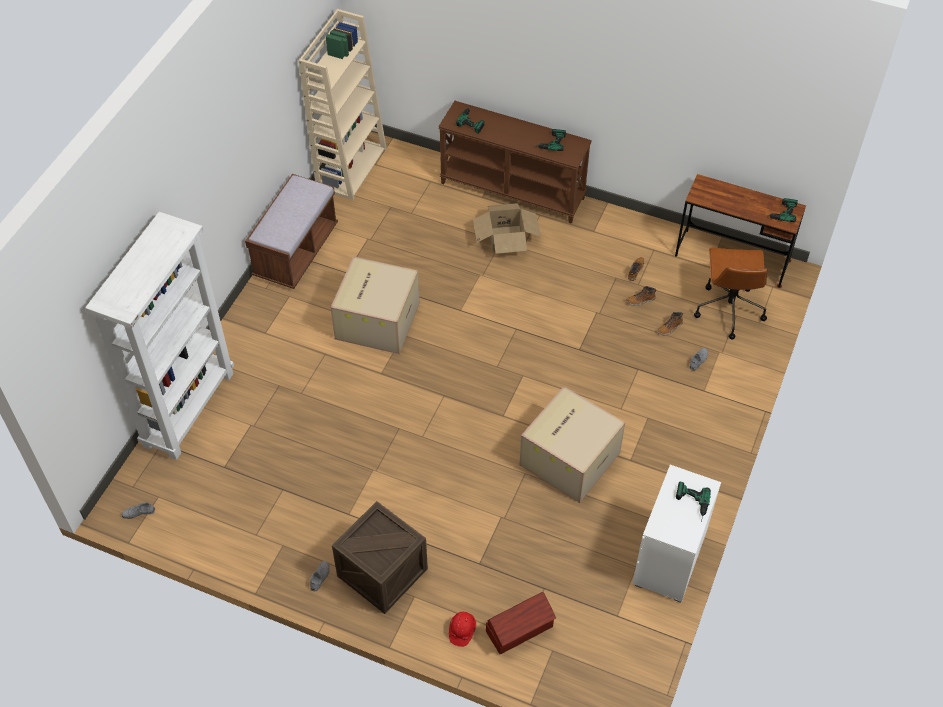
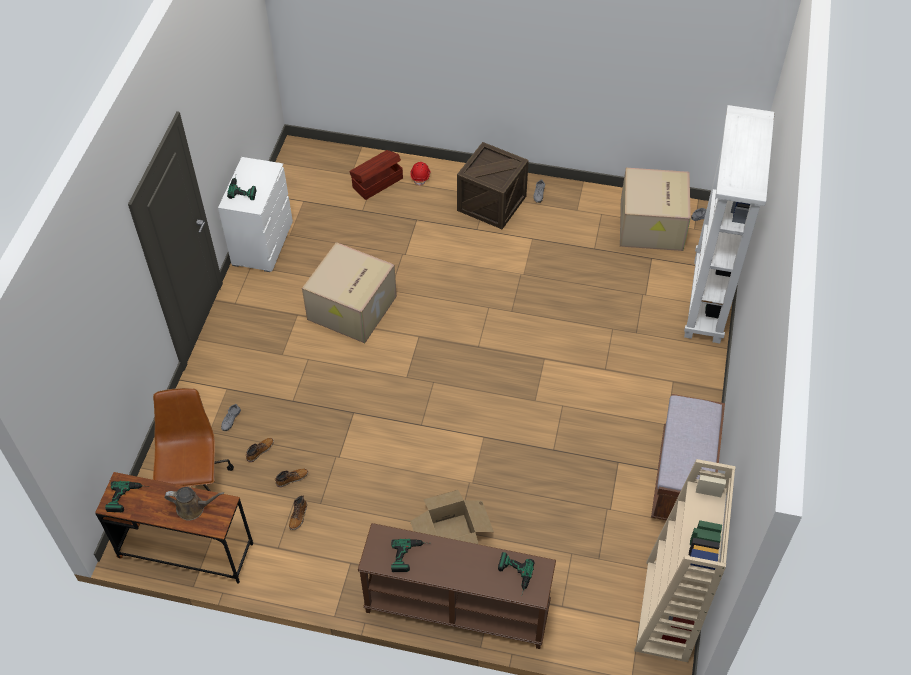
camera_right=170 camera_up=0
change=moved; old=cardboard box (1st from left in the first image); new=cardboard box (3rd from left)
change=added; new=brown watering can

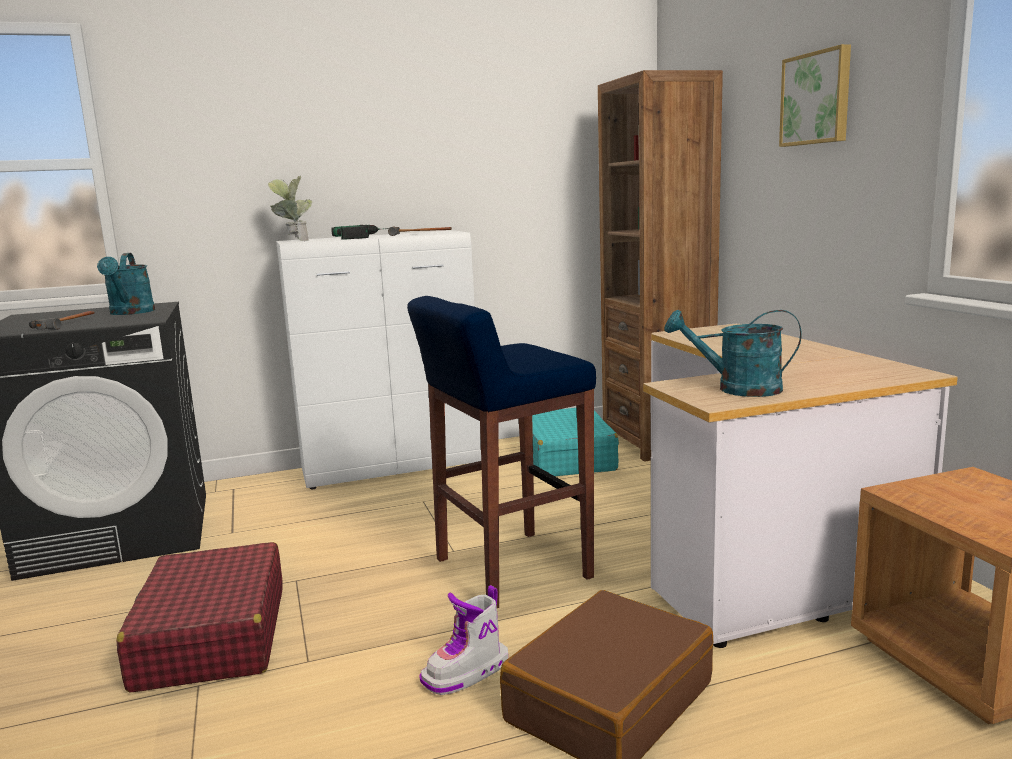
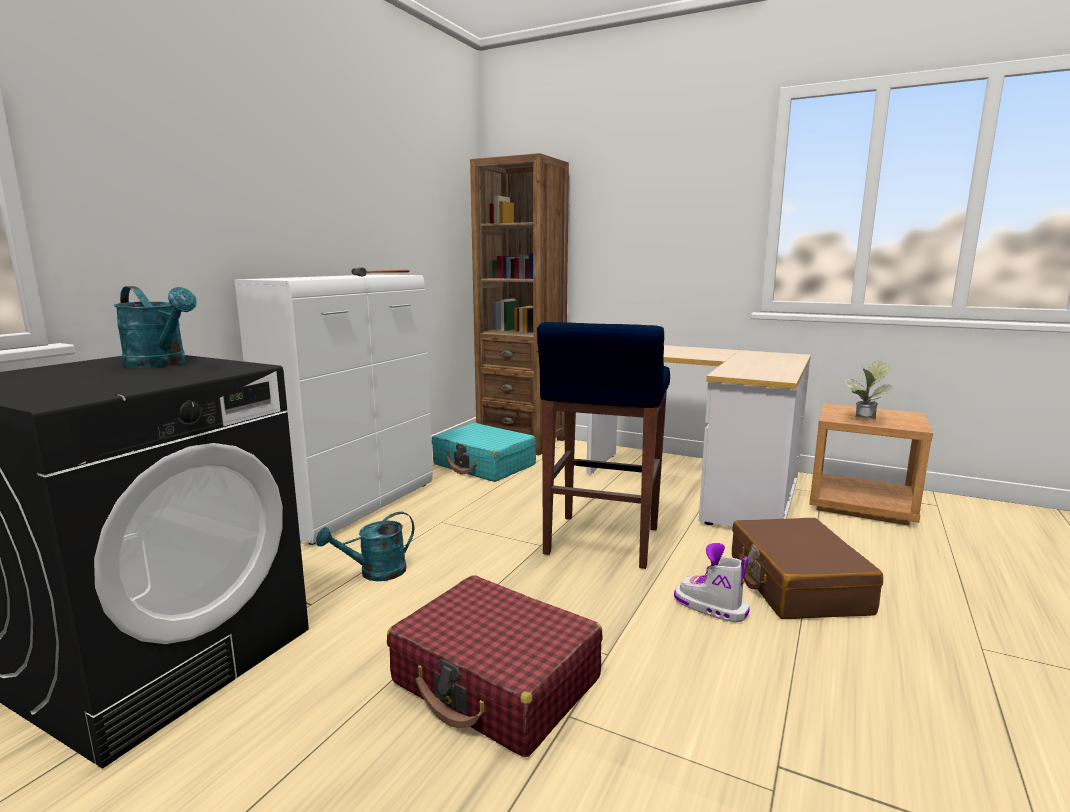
camera_right=-45 camera_up=0
change=removed; old=picture
change=moved; old=potted plant
change=removed; old=power drill
change=moved; old=turquoise watering can (2nd from left)
change=removed; old=hammer (1st from left)
change=turned; old=boot; degrees=120

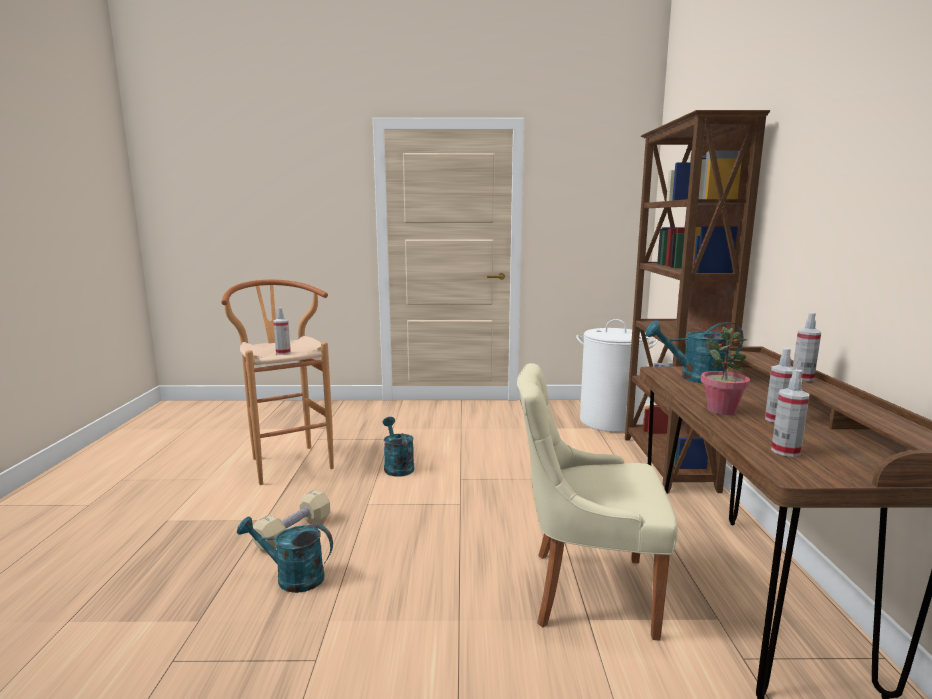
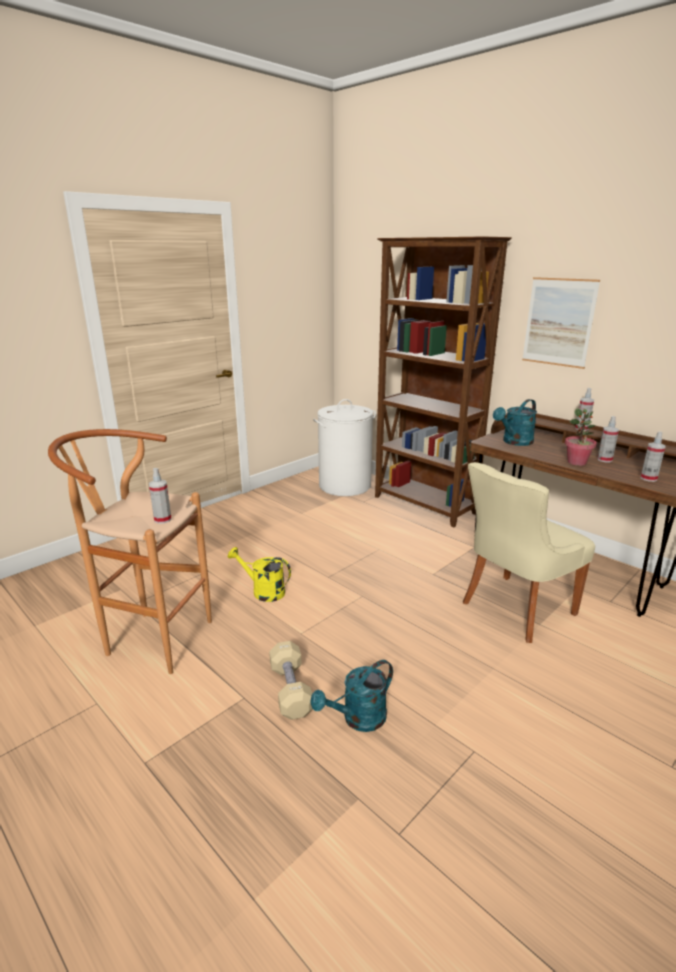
camera_right=-45 camera_up=10
change=recoloured; old=turquoise watering can (2nd from left); new=yellow watering can
change=added; new=picture

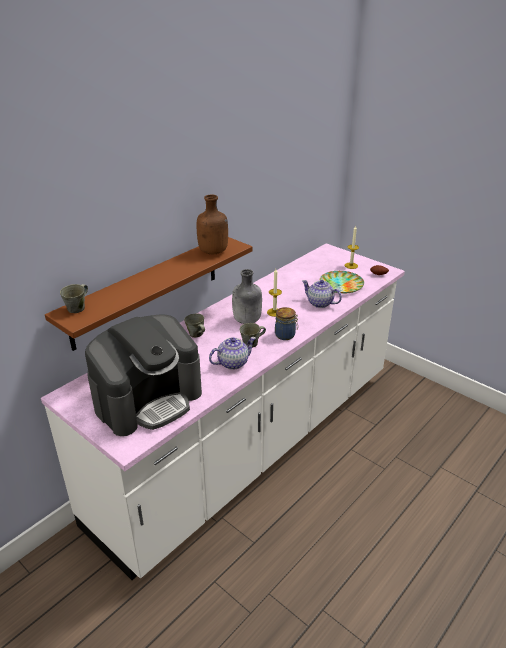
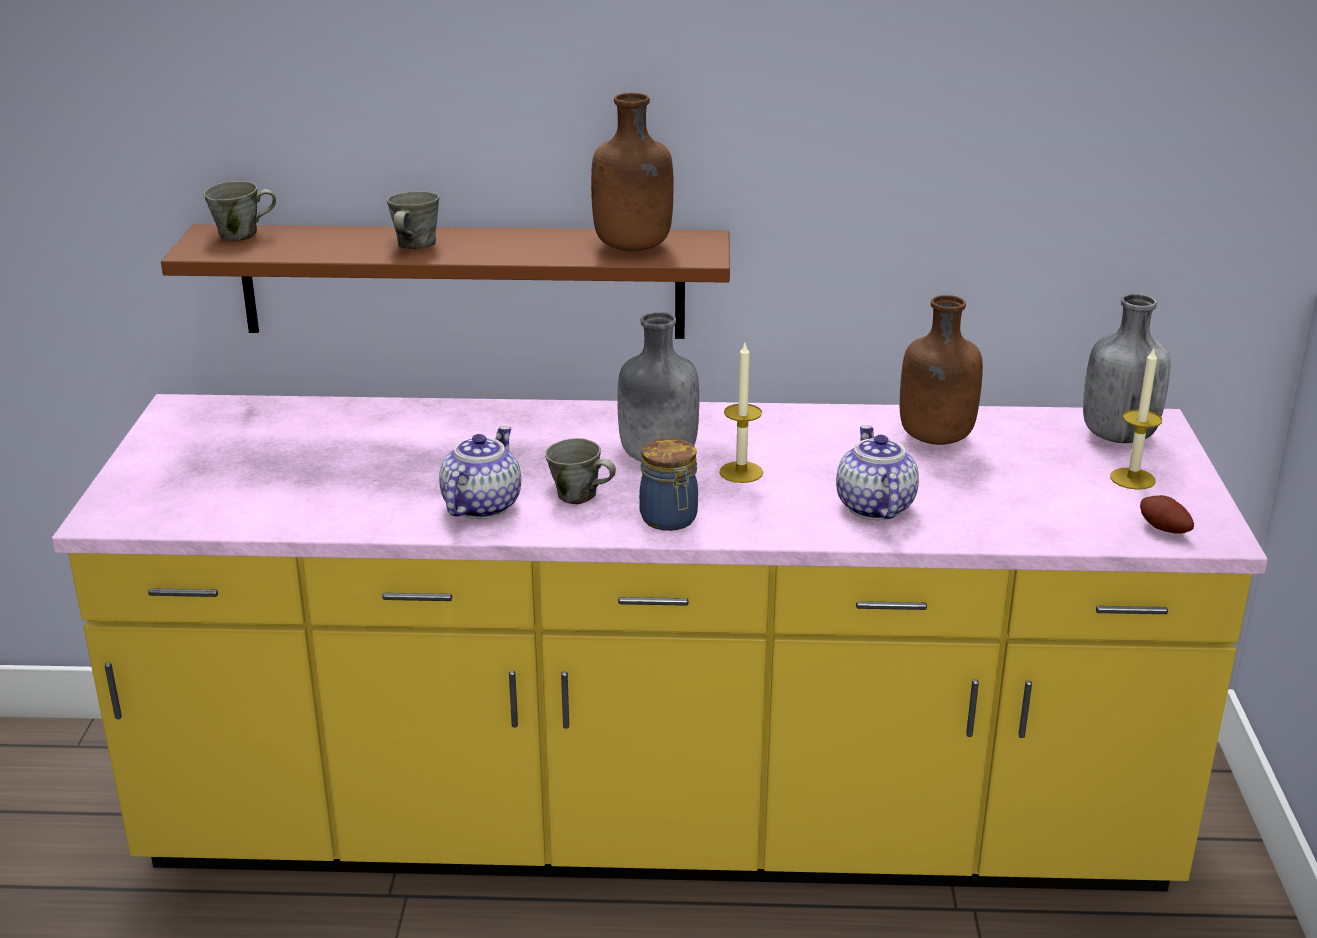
camera_right=50 camera_up=-5
change=recoloured; old=white counter; new=yellow counter
change=removed; old=plate
change=moved; old=grey mug (2nd from left)
change=removed; old=coffee machine
change=turned; old=teapot (1st from left); degrees=-90
change=added; new=grey bottle (2nd from left)
change=added; new=brown bottle (2nd from left)

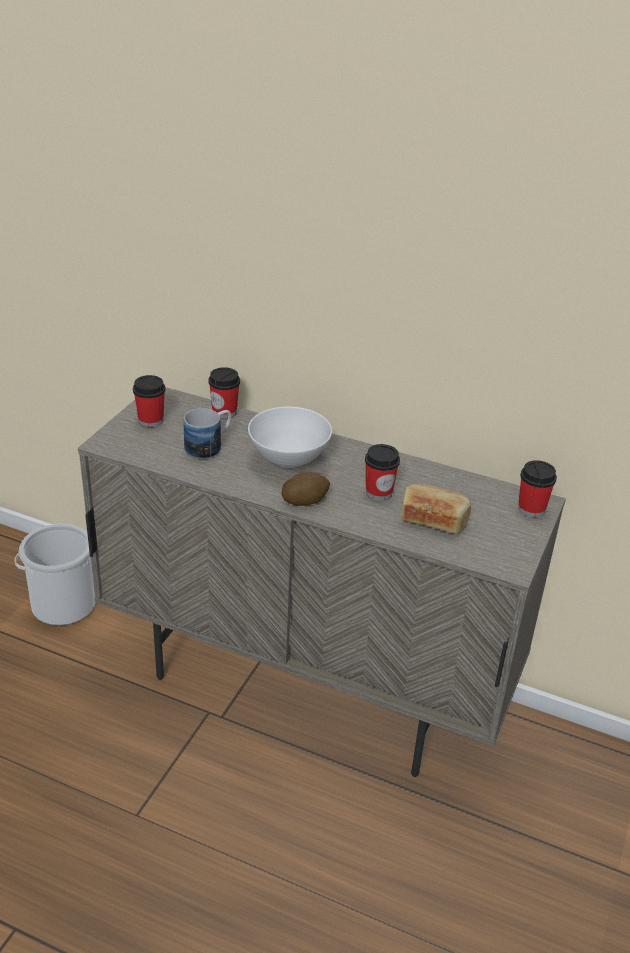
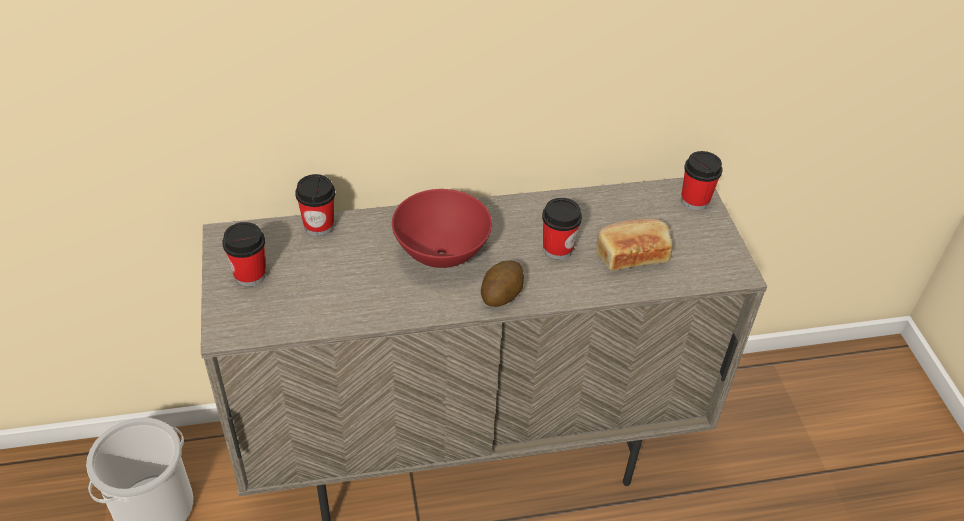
camera_right=-35 camera_up=10
change=recoloured; old=white bowl; new=red bowl
change=removed; old=mug

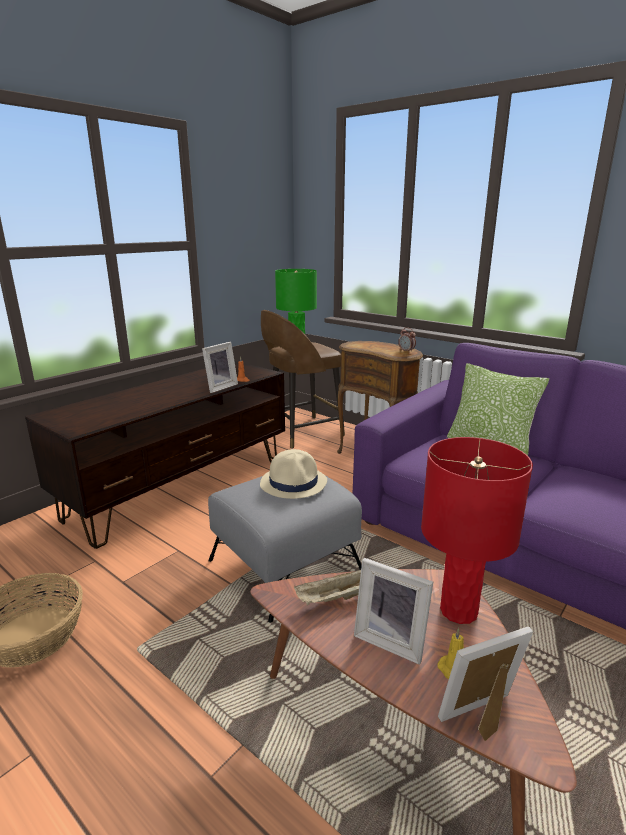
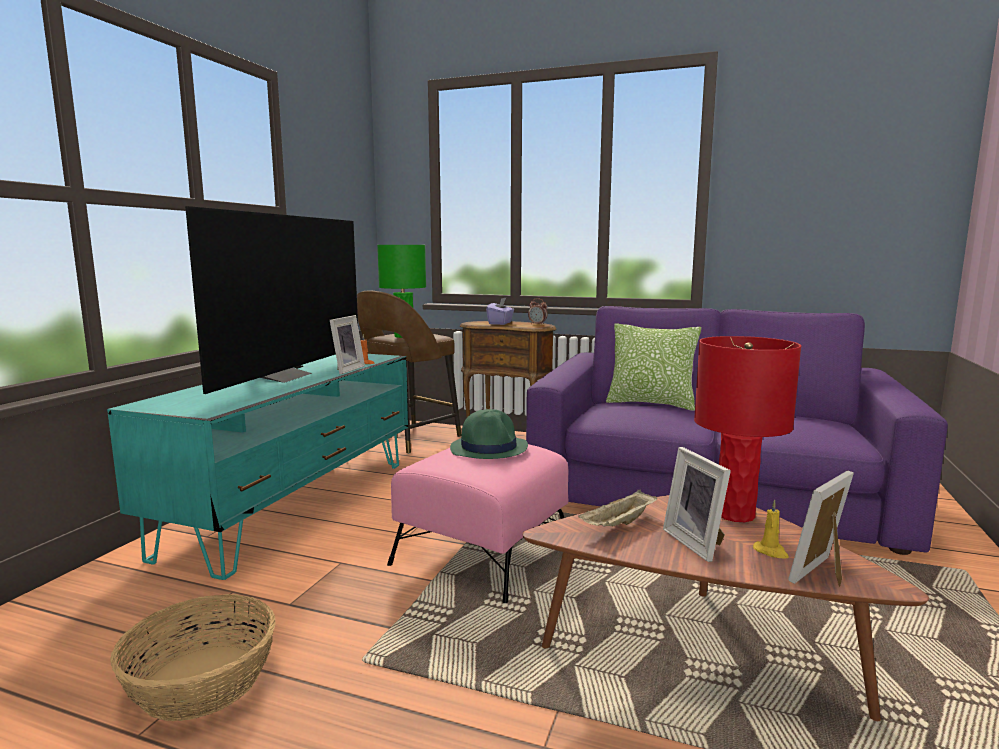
camera_right=-20 camera_up=-10
change=recoloured; old=brown tv stand; new=turquoise tv stand
change=recoloured; old=beige hat; new=green hat
change=recoloured; old=grey ottoman; new=pink ottoman
change=turned; old=picture frame (2nd from left); degrees=60
change=added; new=television
change=added; new=purple tissue box

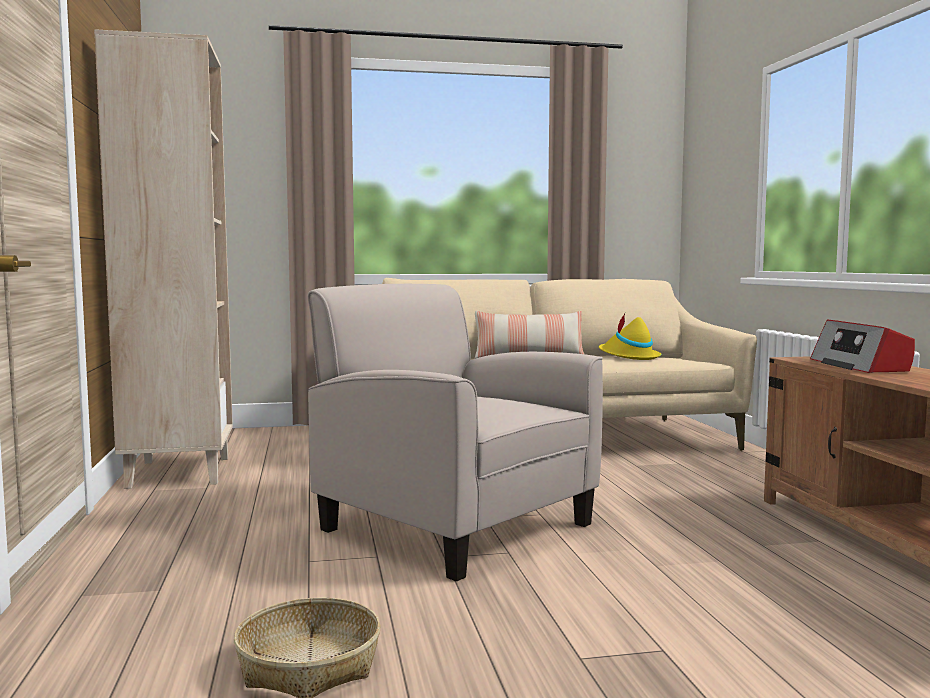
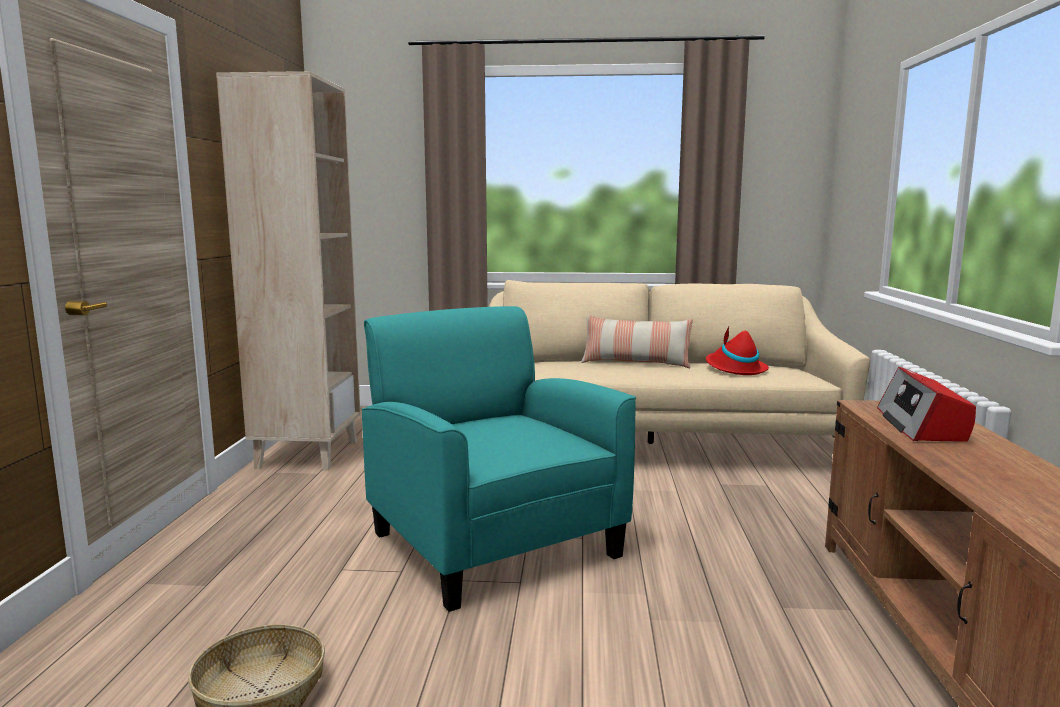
camera_right=15 camera_up=5
change=recoloured; old=beige armchair; new=turquoise armchair
change=recoloured; old=yellow hat; new=red hat

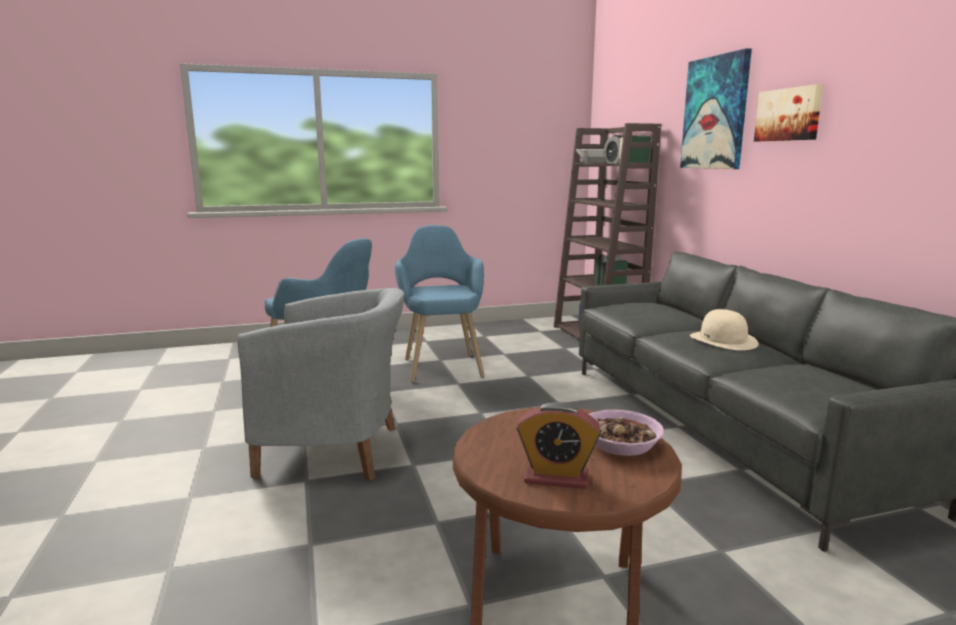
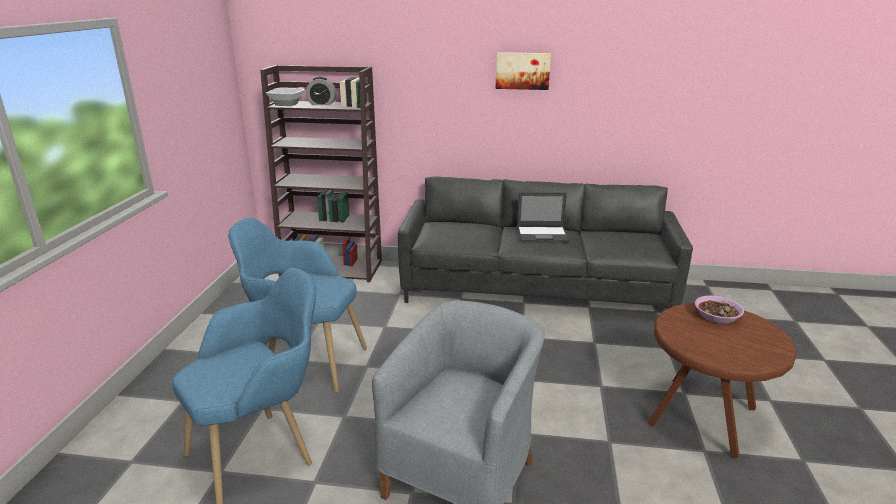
camera_right=-65 camera_up=10
change=removed; old=picture (1st from left)
change=replaced; old=beige hat; new=laptop
change=removed; old=alarm clock (1st from left)

